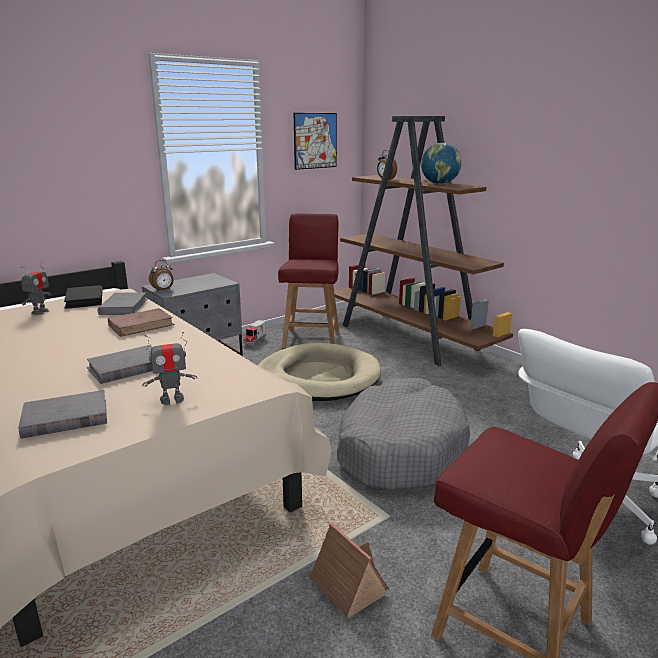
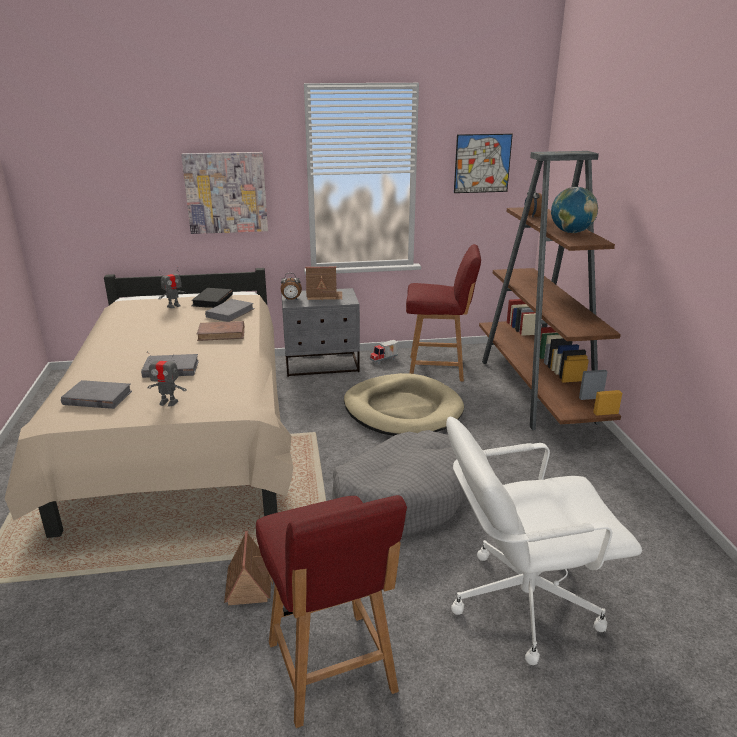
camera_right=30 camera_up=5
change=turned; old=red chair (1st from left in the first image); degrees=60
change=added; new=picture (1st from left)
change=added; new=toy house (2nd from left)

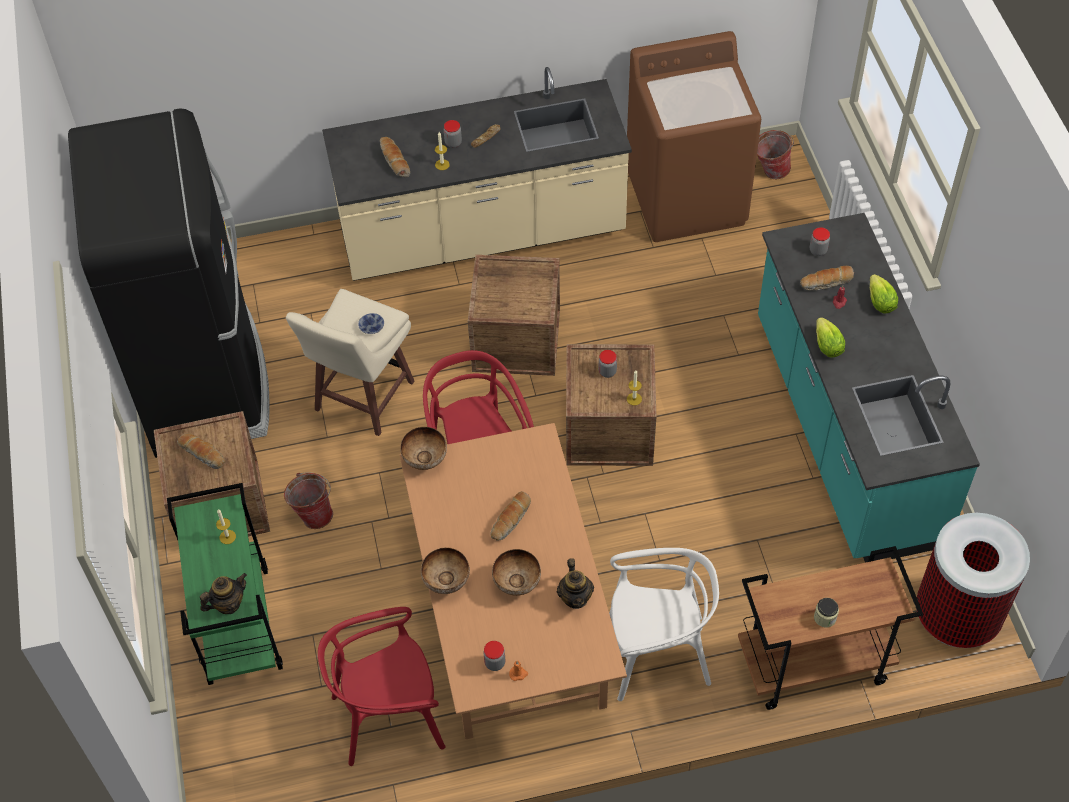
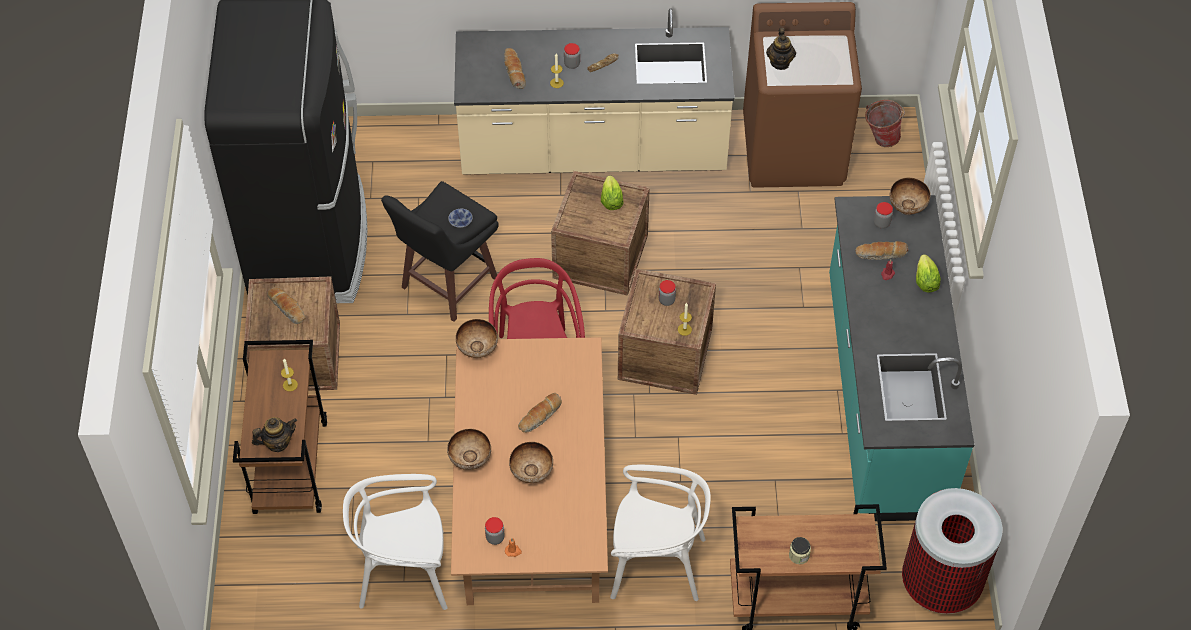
camera_right=10 camera_up=0
change=recoloured; old=beige stool; new=black stool
change=moved; old=lettuce (1st from left)
change=removed; old=bucket (1st from left)
change=recoloured; old=green cart; new=brown cart (1st from left)
change=moved; old=teapot (2nd from left)
change=recoloured; old=red chair (1st from left); new=white chair (1st from left)
change=added; new=bowl (5th from left)

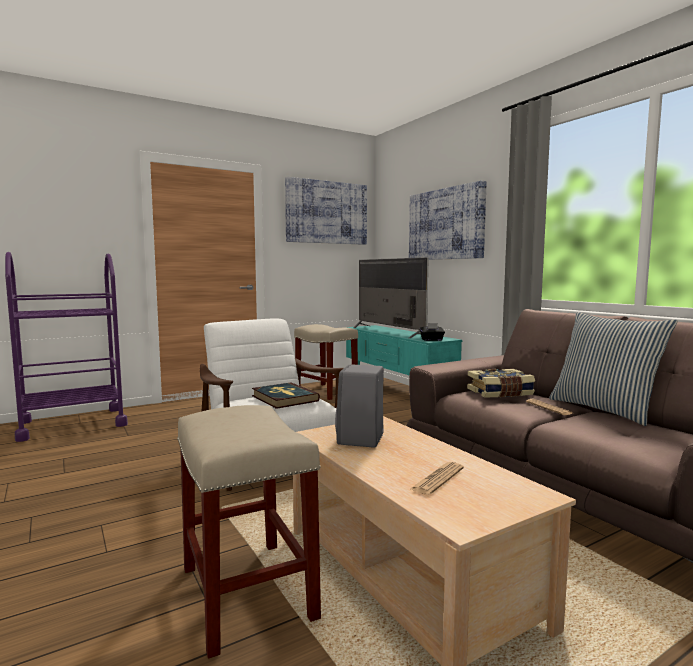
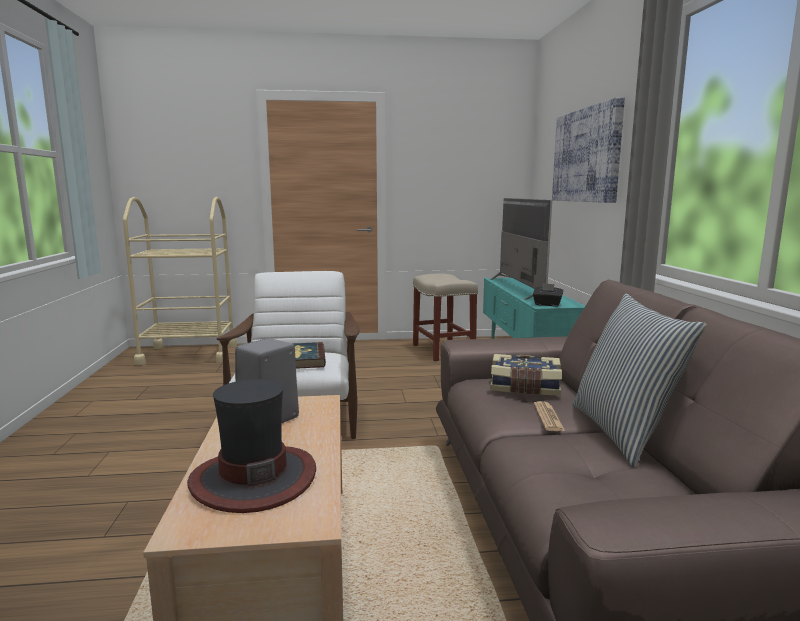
camera_right=25 camera_up=5
change=removed; old=picture (1st from left)
change=recoloured; old=purple cart; new=beige cart
change=removed; old=beige stool (1st from left)
change=replaced; old=newspaper (1st from left); new=hat

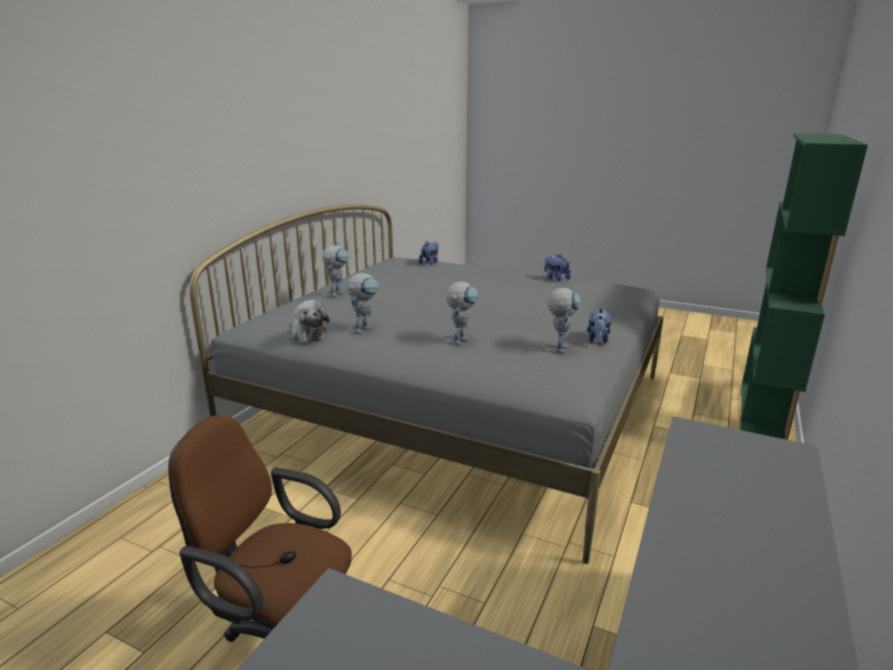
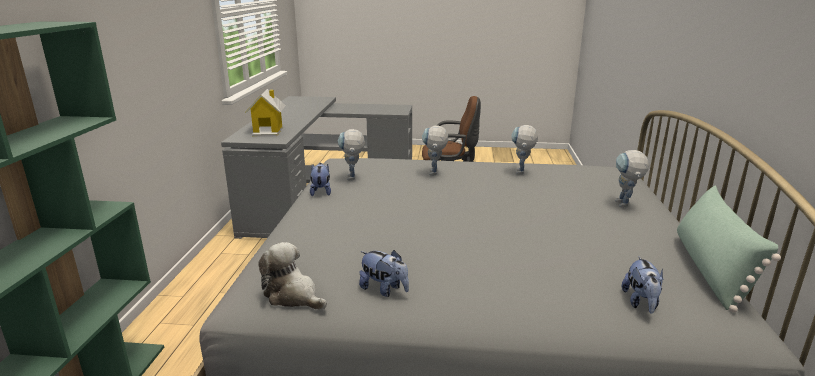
camera_right=160 camera_up=0
change=moved; old=plush toy (1st from left)
change=added; new=toy house
change=added; new=green pillow

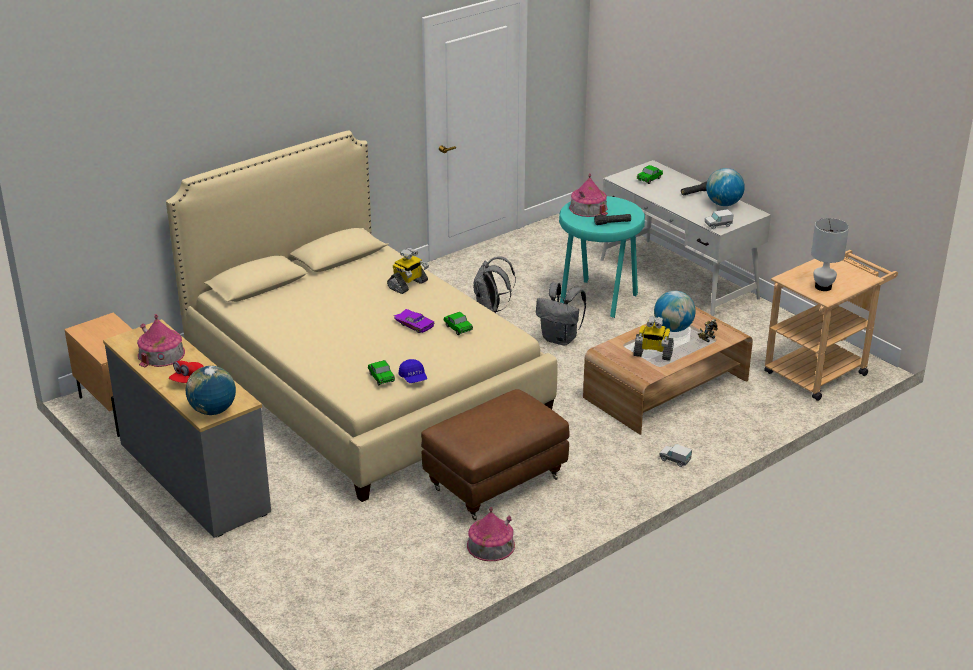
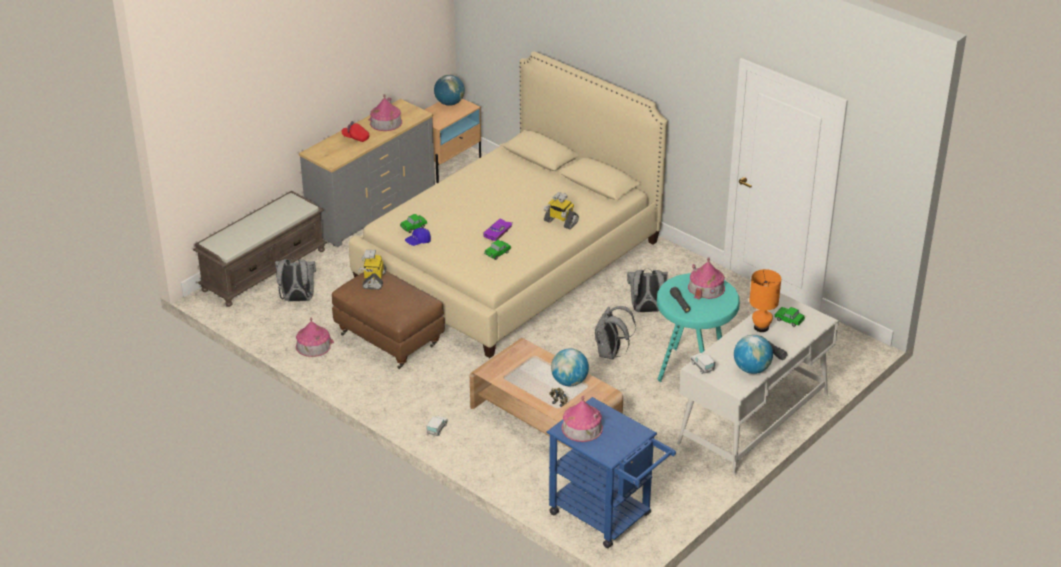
camera_right=80 camera_up=5
change=replaced; old=white table lamp; new=toy house (3rd from left)
change=recoloured; old=beige cart; new=blue cart
change=moved; old=toy robot (2nd from left in the first image); new=toy robot (1st from left)
change=moved; old=globe (1st from left)
change=added; new=brown bench
change=added; new=grey backpack (1st from left)
change=added; new=orange table lamp

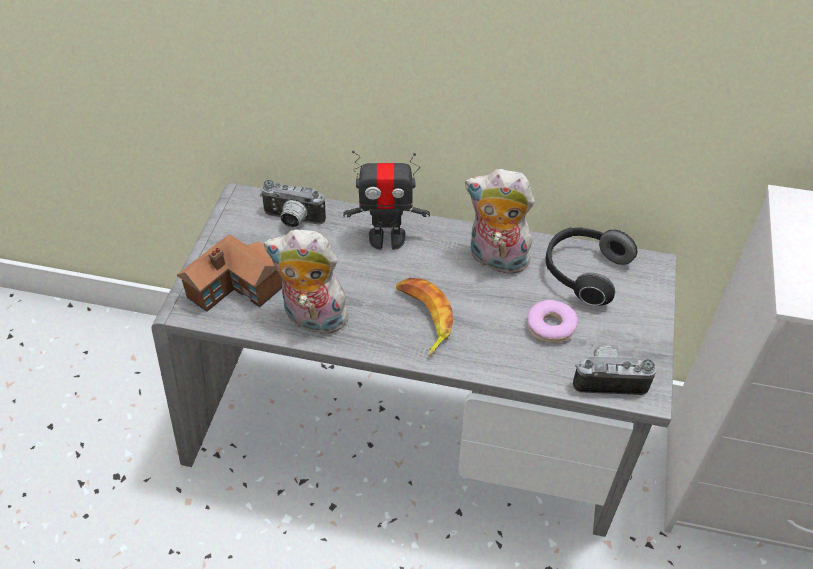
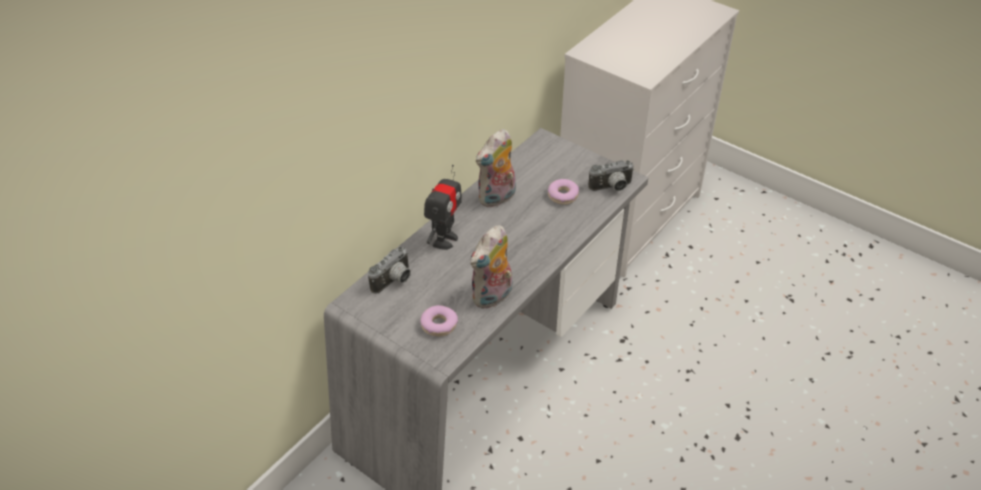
camera_right=-65 camera_up=-5
change=removed; old=headphones
change=replaced; old=toy house; new=donut (1st from left)
change=removed; old=banana
change=turned; old=photo camera (2nd from left); degrees=-135

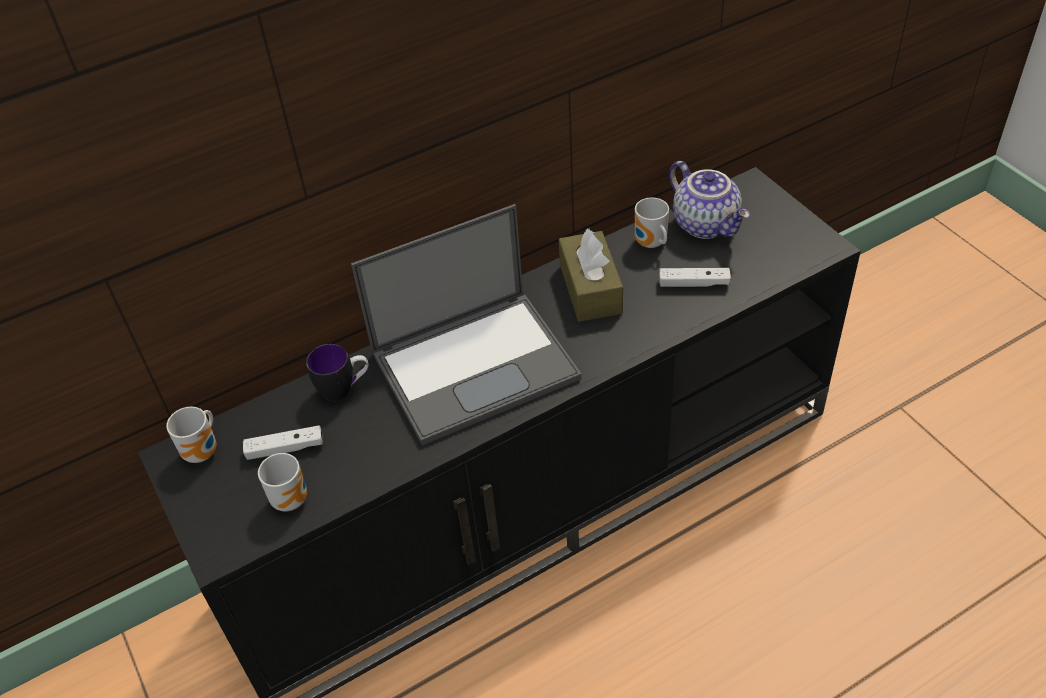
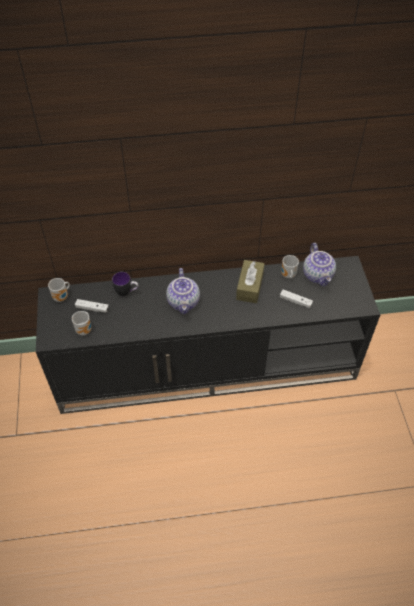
camera_right=20 camera_up=5
change=replaced; old=laptop; new=teapot (1st from left)

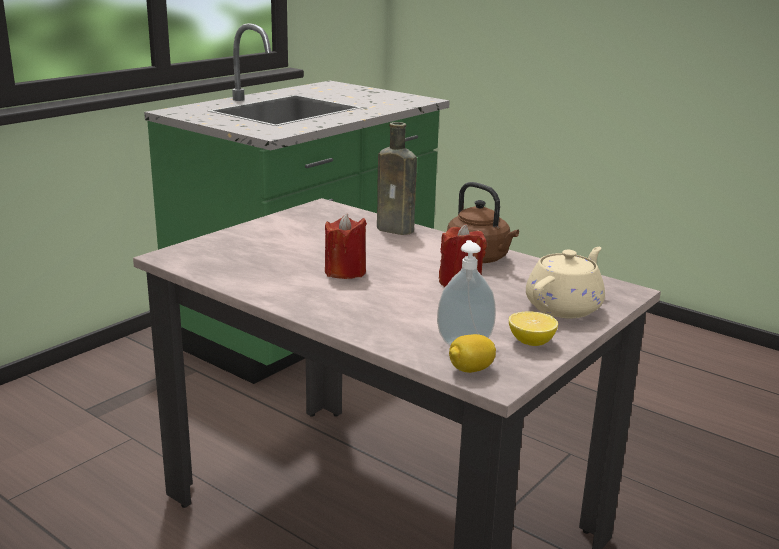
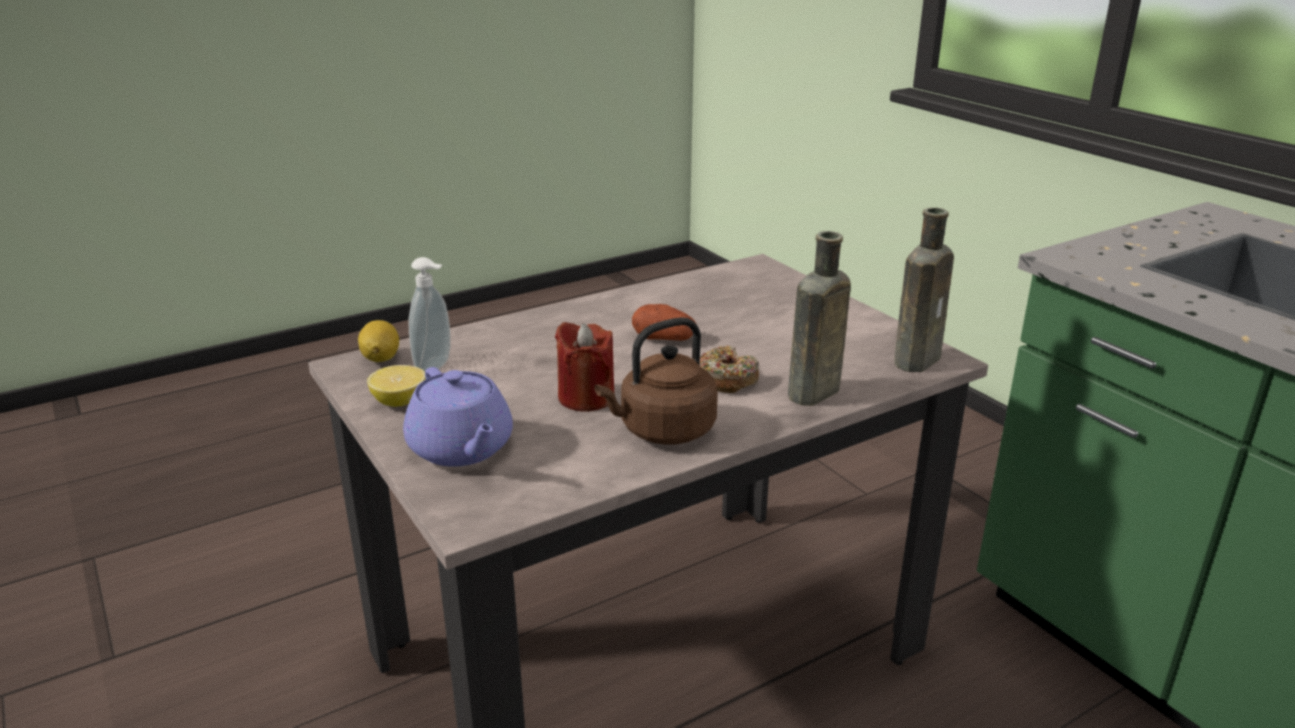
camera_right=110 camera_up=5
change=replaced; old=red candle (1st from left); new=potato
change=recoloured; old=beige teapot; new=purple teapot
change=added; new=brown bottle (2nd from left)
change=added; new=donut

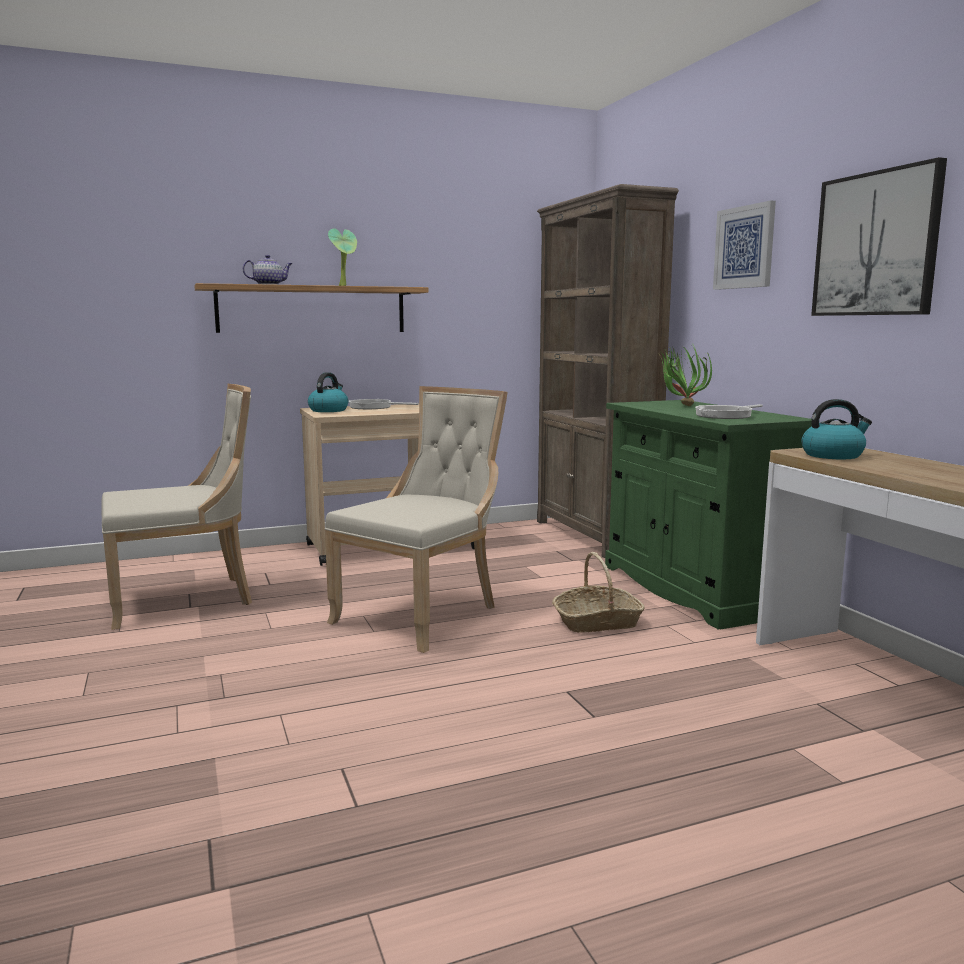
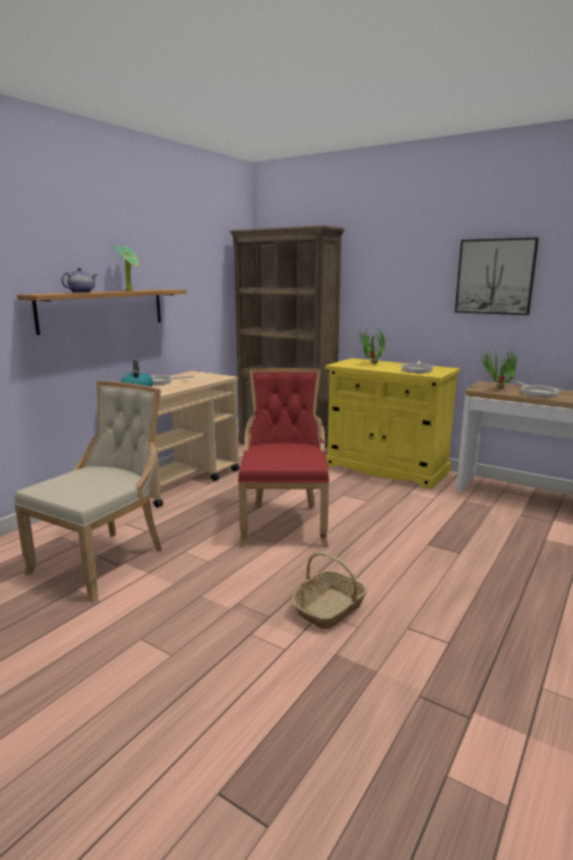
camera_right=-35 camera_up=5
change=removed; old=picture (1st from left)
change=recoloured; old=beige chair (2nd from left); new=red chair
change=replaced; old=kettle (2nd from left); new=potted plant (3rd from left)
change=recoloured; old=green cabinet; new=yellow cabinet
change=moved; old=basket
change=added; new=frying pan (3rd from left)

